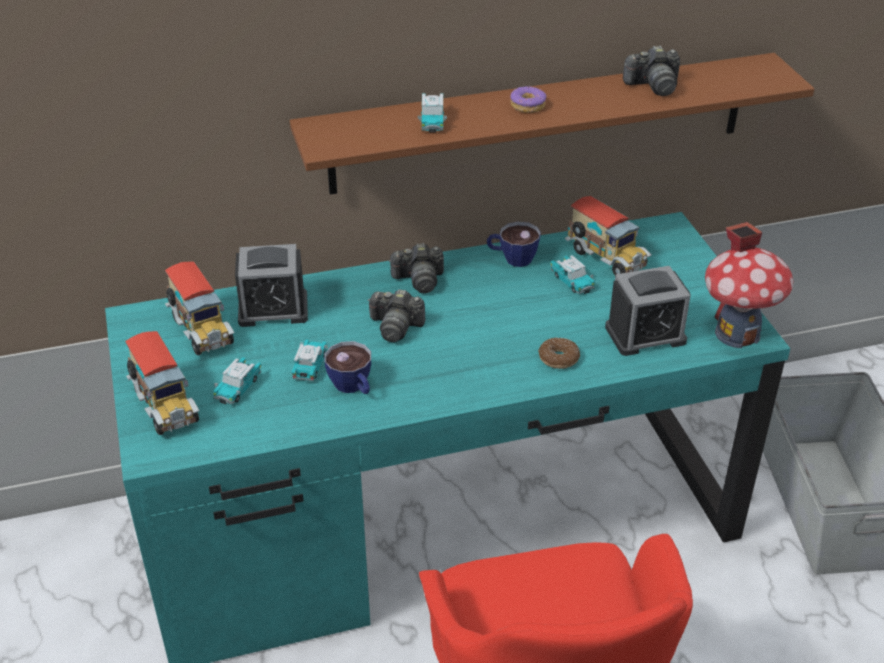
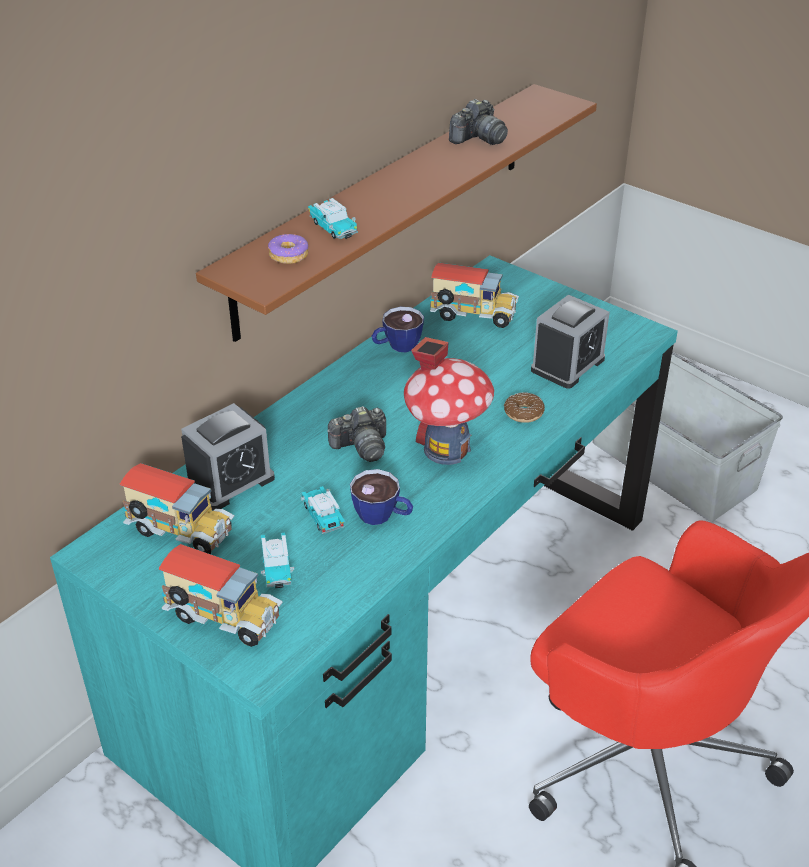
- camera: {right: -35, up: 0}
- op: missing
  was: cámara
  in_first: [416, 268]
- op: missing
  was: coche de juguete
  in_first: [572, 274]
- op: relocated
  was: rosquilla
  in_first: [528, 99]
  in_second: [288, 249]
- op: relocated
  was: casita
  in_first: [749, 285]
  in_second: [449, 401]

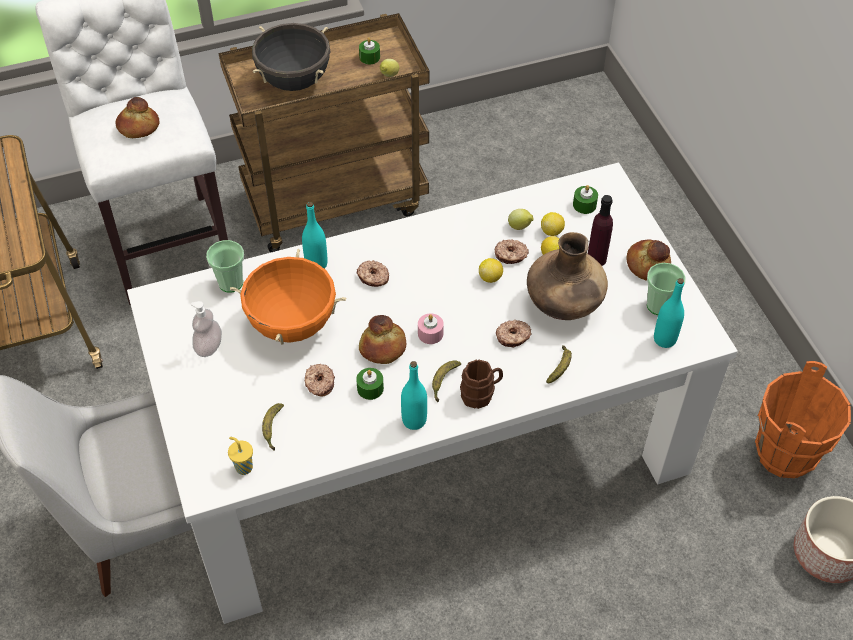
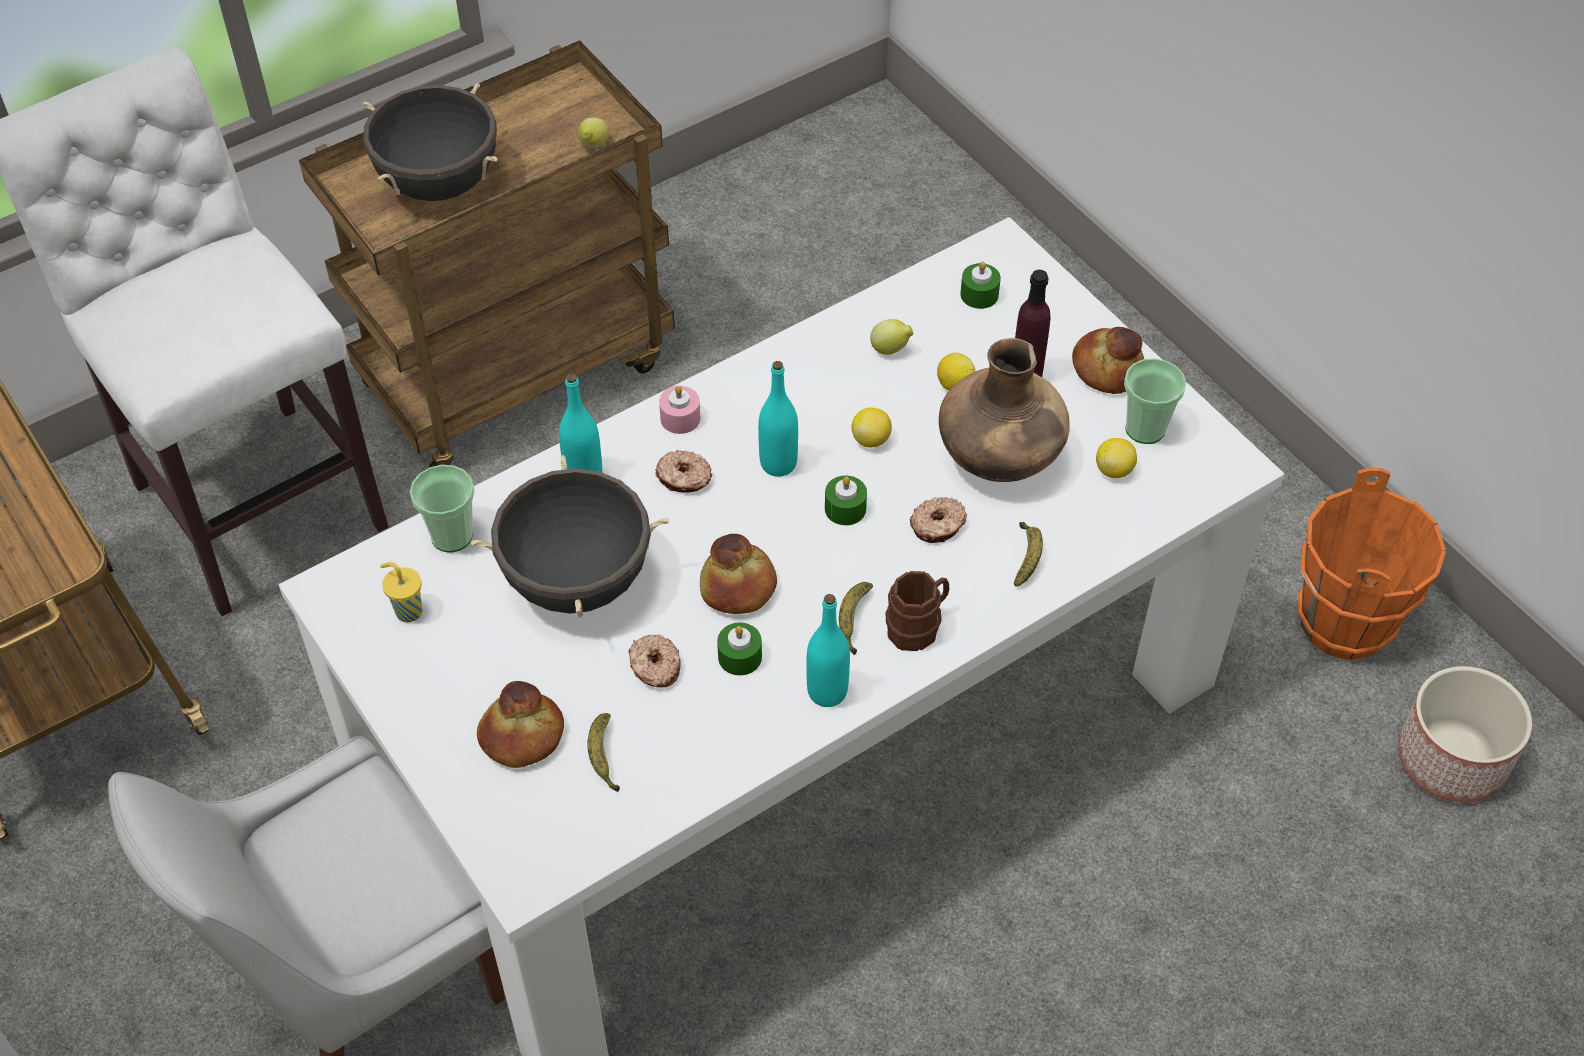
- camera: {right: -15, up: 0}
- op: missing
  was: dispensador de jabón
  in_first: [206, 329]
- op: missing
  was: rosquilla
  in_first: [512, 251]
- op: relocated
  was: pan
  in_first: [137, 117]
  in_second: [520, 724]
- op: relocated
  was: taza [amarillo]
  in_first: [240, 456]
  in_second: [401, 592]
- op: relocated
  was: vela [verde]
  in_first: [369, 51]
  in_second: [846, 500]
- op: relocated
  was: vela [rosa]
  in_first: [431, 328]
  in_second: [680, 410]
- op: relocated
  was: limón
  in_first: [553, 224]
  in_second: [1116, 458]
- op: relocated
  was: botella [turquesa]
  in_first: [669, 313]
  in_second: [778, 419]
- op: colour
  was: olla [naranja]
  now: olla [negro]
  in_first: [288, 297]
  in_second: [570, 536]

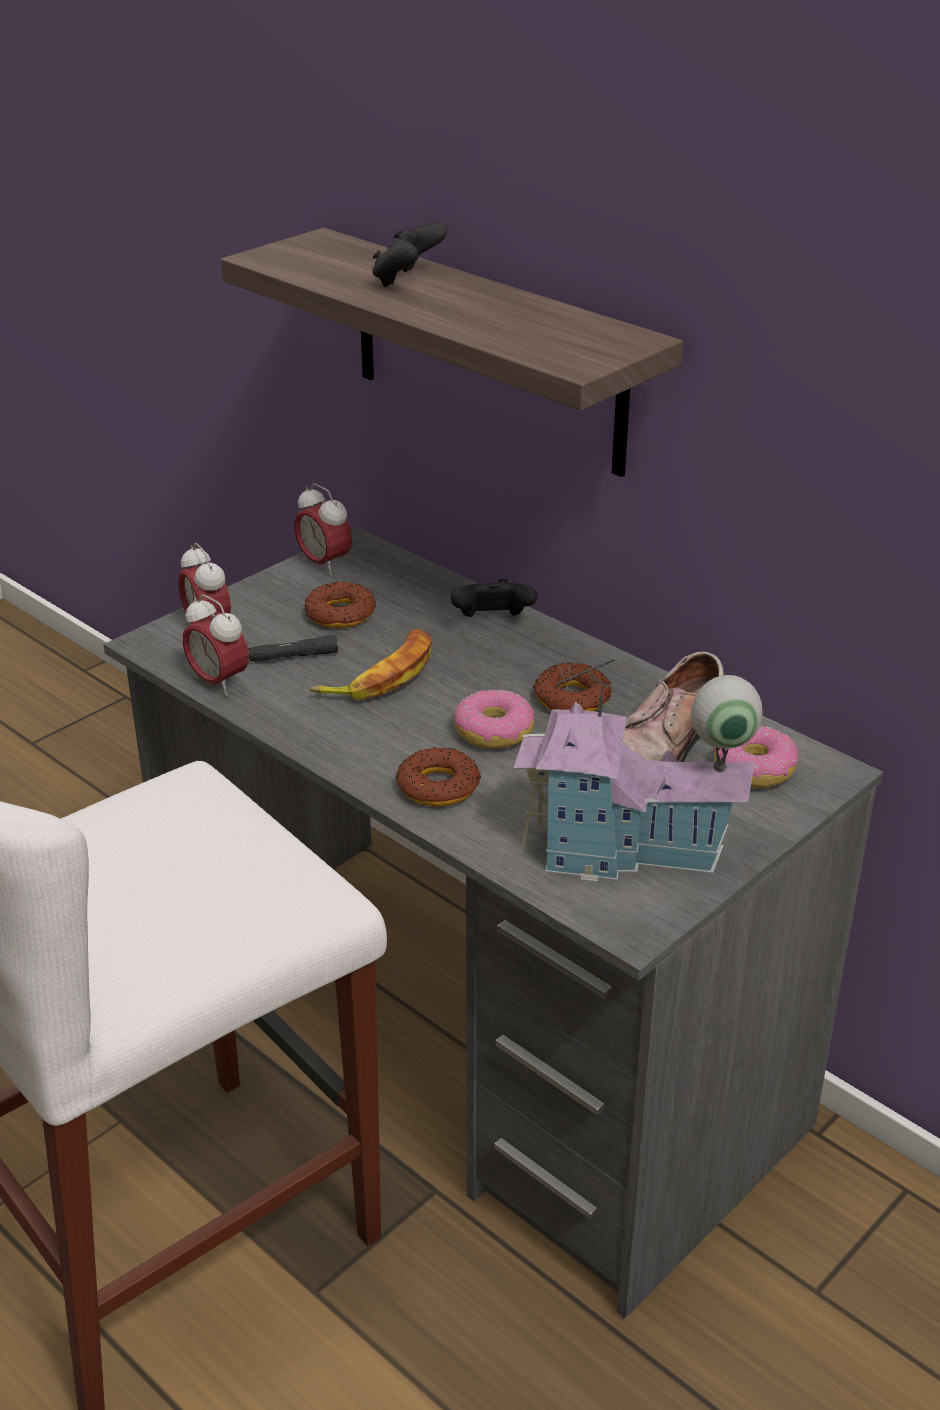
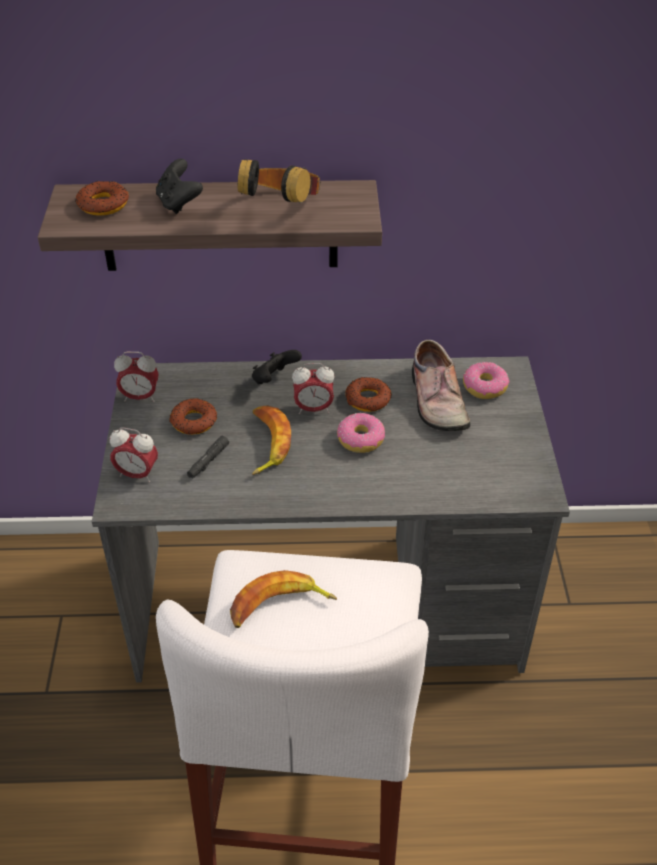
- camera: {right: -45, up: 10}
- op: missing
  was: casita
  in_first: [638, 769]
- op: appeared
  now: plátano
  in_second: [283, 599]
- op: appeared
  now: auriculares
  in_second: [279, 181]
- op: relocated
  was: despertador
  in_first: [216, 645]
  in_second: [313, 388]
- op: relocated
  was: rosquilla
  in_first: [438, 777]
  in_second: [102, 198]

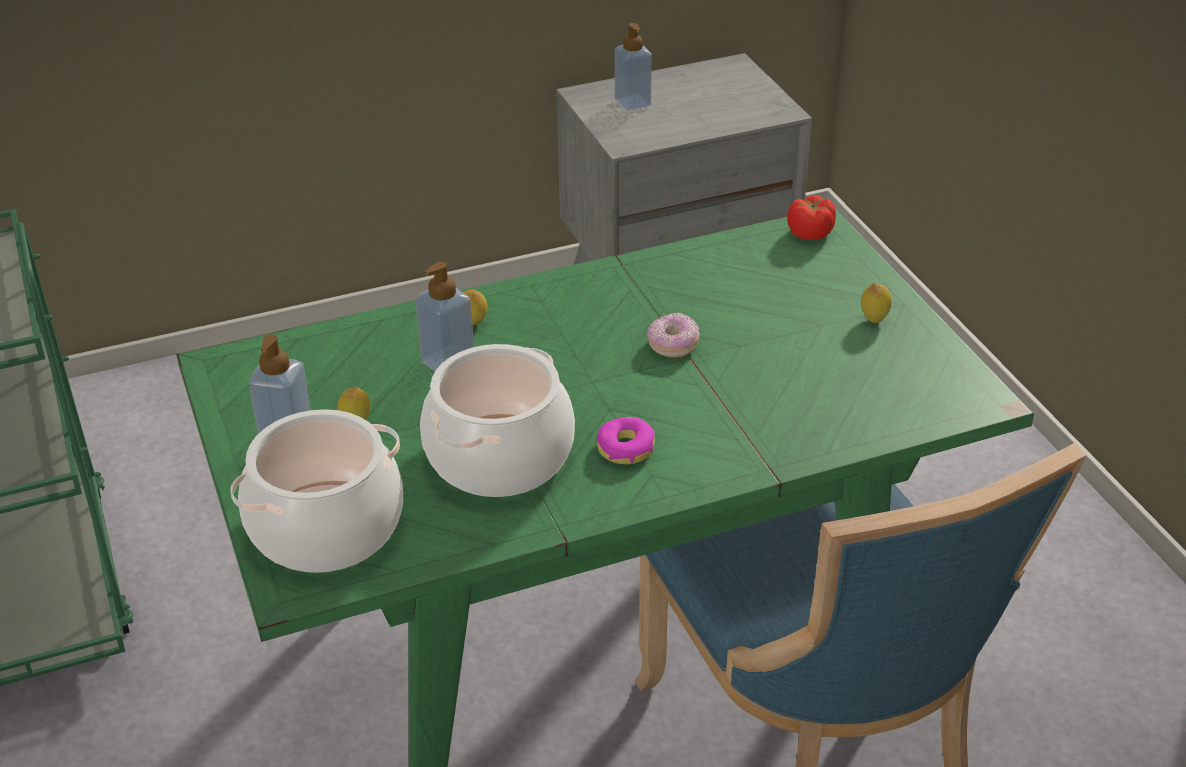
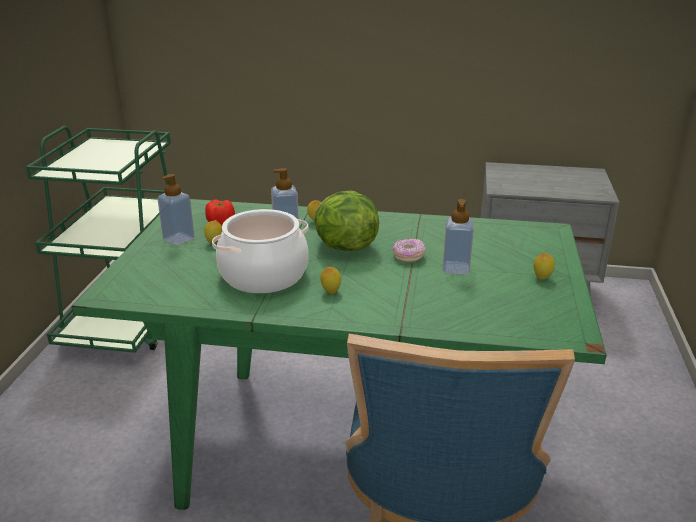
- camera: {right: 30, up: -10}
- op: missing
  was: olla
  in_first: [316, 491]
- op: appeared
  now: lechuga
  in_second: [346, 221]
- op: relocated
  was: dispensador de jabón
  in_first: [633, 67]
  in_second: [458, 237]
- op: relocated
  was: tomate
  in_first: [811, 217]
  in_second: [220, 213]
- op: exchanged
  was: rosquilla
  now: limón
  in_first: [625, 440]
  in_second: [330, 280]

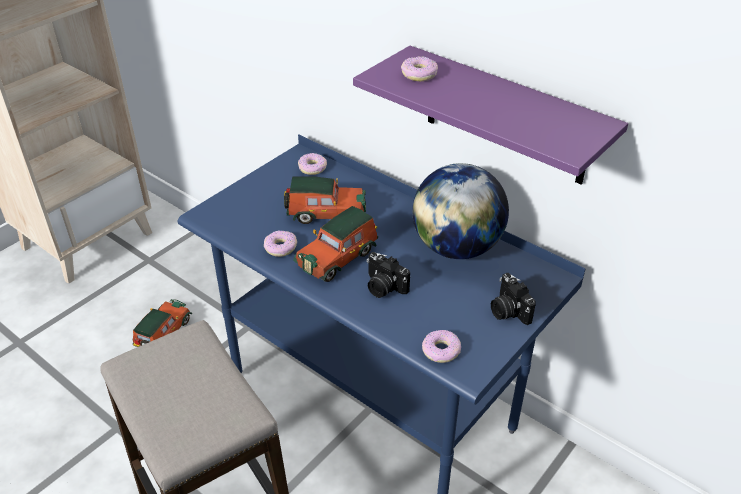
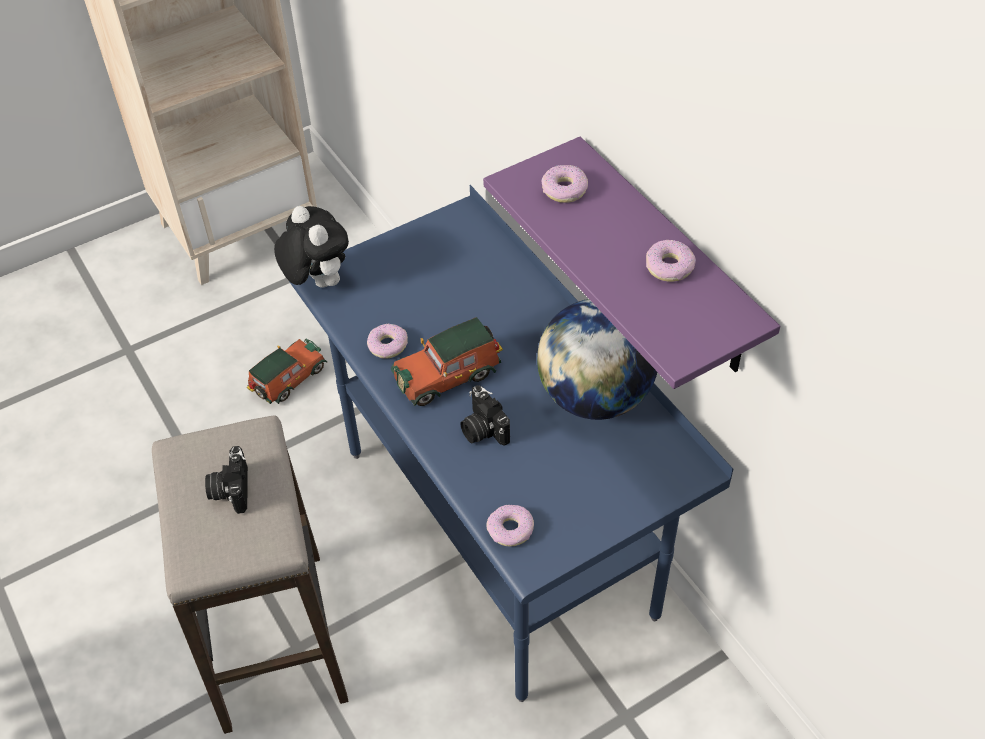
- camera: {right: 20, up: 10}
- op: missing
  was: coche de juguete
  in_first: [325, 200]
- op: appeared
  now: peluche
  in_second: [311, 246]
- op: relocated
  was: rosquilla
  in_first: [312, 164]
  in_second: [671, 261]
- op: relocated
  was: cámara
  in_first: [513, 299]
  in_second: [226, 480]

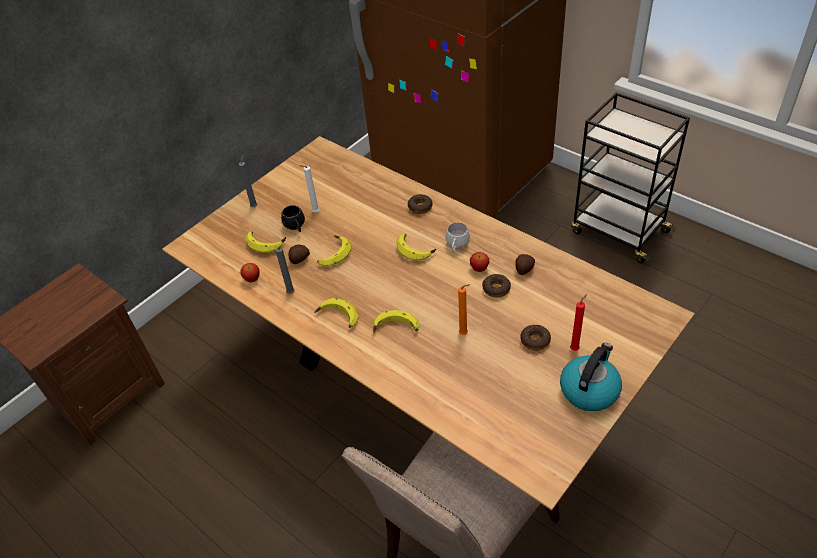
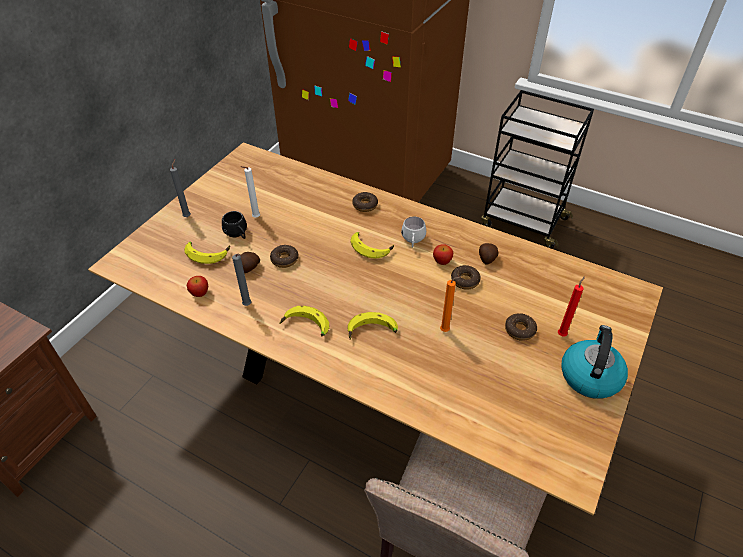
- camera: {right: -15, up: 0}
- op: exchanged
  was: plátano
  now: rosquilla
  in_first: [334, 250]
  in_second: [284, 256]

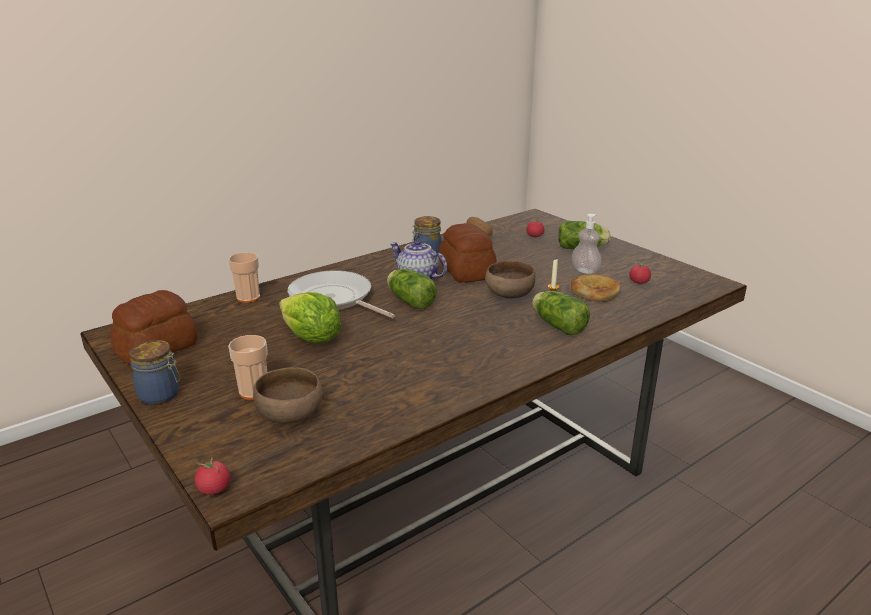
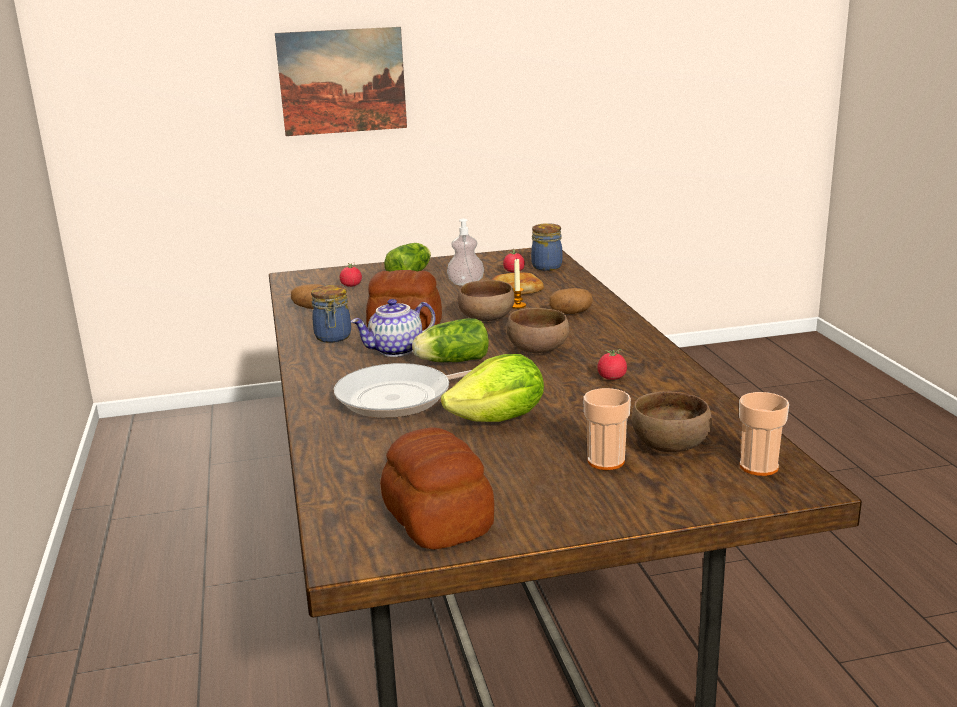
- camera: {right: -65, up: -5}
- op: appeared
  now: cuadro
  in_second: [341, 81]
- op: appeared
  now: cuenco [marrón]
  in_second: [537, 330]
- op: relocated
  was: tarro
  in_first: [155, 372]
  in_second: [546, 247]
- op: relocated
  was: tomate
  in_first: [212, 476]
  in_second: [612, 364]
- op: relocated
  was: taza
  in_first: [244, 277]
  in_second: [764, 434]
- op: exchanged
  was: lechuga
  now: patata
  in_first: [561, 313]
  in_second: [571, 301]

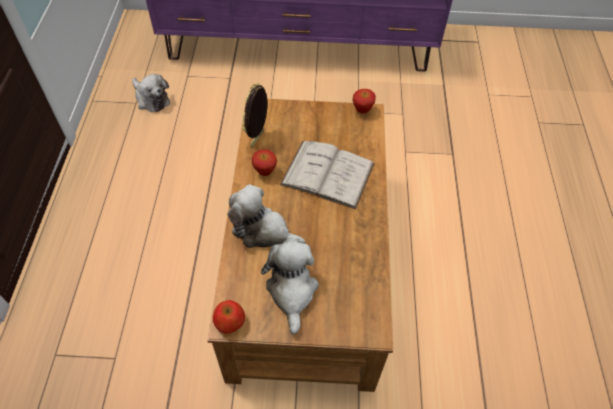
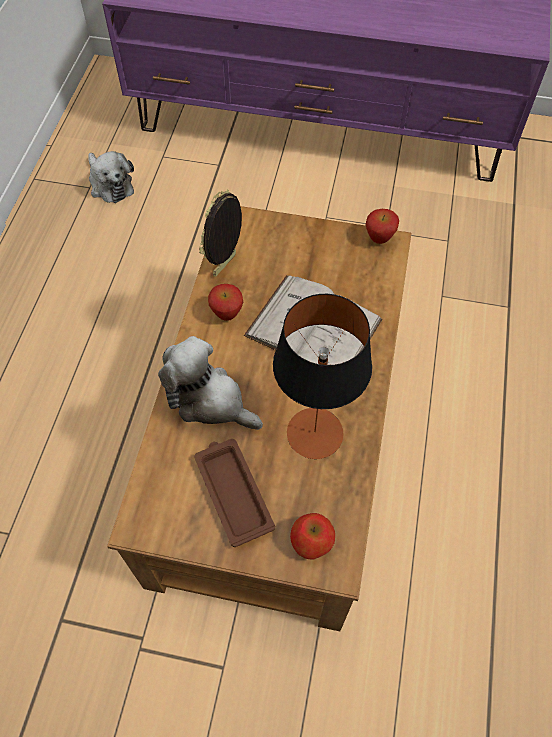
- camera: {right: 10, up: 5}
- op: appeared
  now: lámpara de mesa
  in_second: [322, 376]
- op: relocated
  was: manzana
  in_first: [229, 317]
  in_second: [312, 536]
- op: exchanged
  was: peluche
  now: bandeja [marrón]
  in_first: [290, 286]
  in_second: [234, 493]

